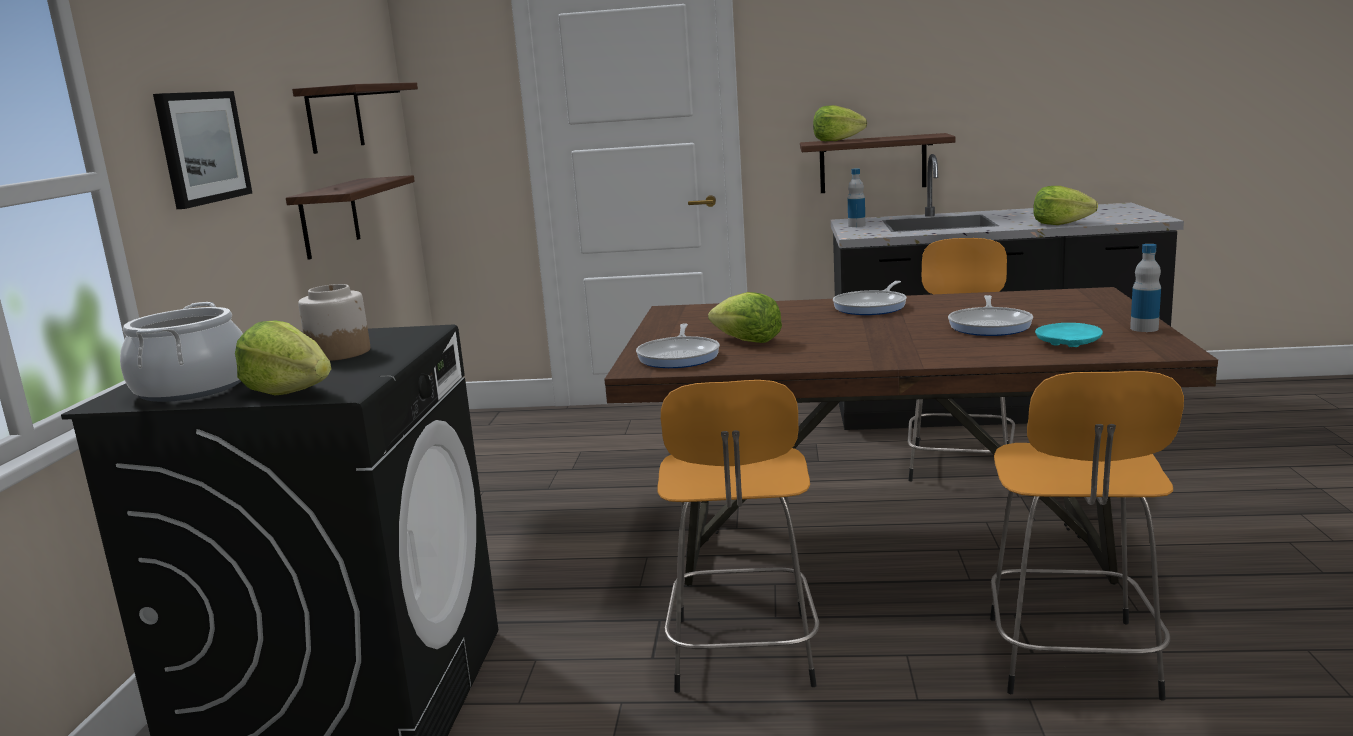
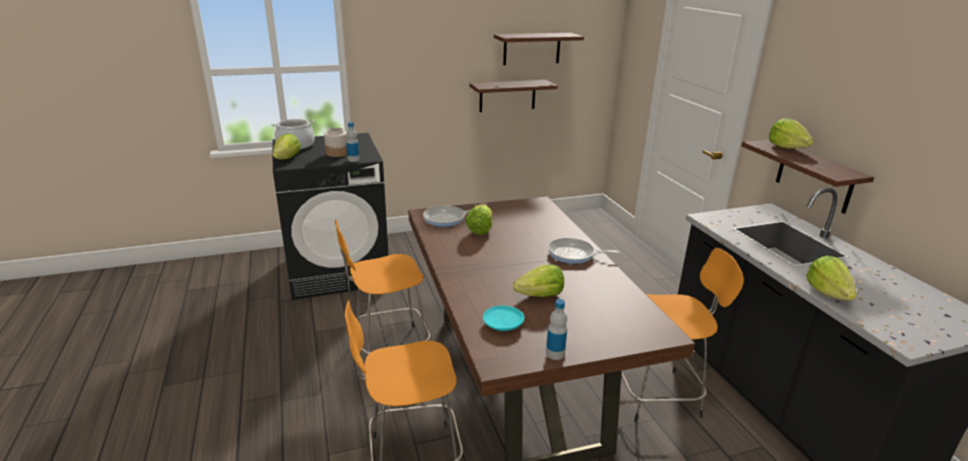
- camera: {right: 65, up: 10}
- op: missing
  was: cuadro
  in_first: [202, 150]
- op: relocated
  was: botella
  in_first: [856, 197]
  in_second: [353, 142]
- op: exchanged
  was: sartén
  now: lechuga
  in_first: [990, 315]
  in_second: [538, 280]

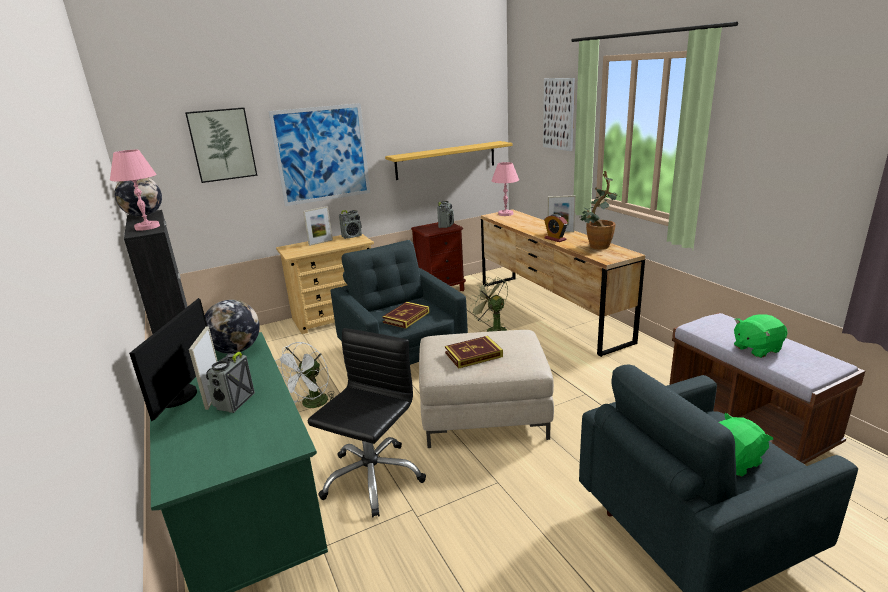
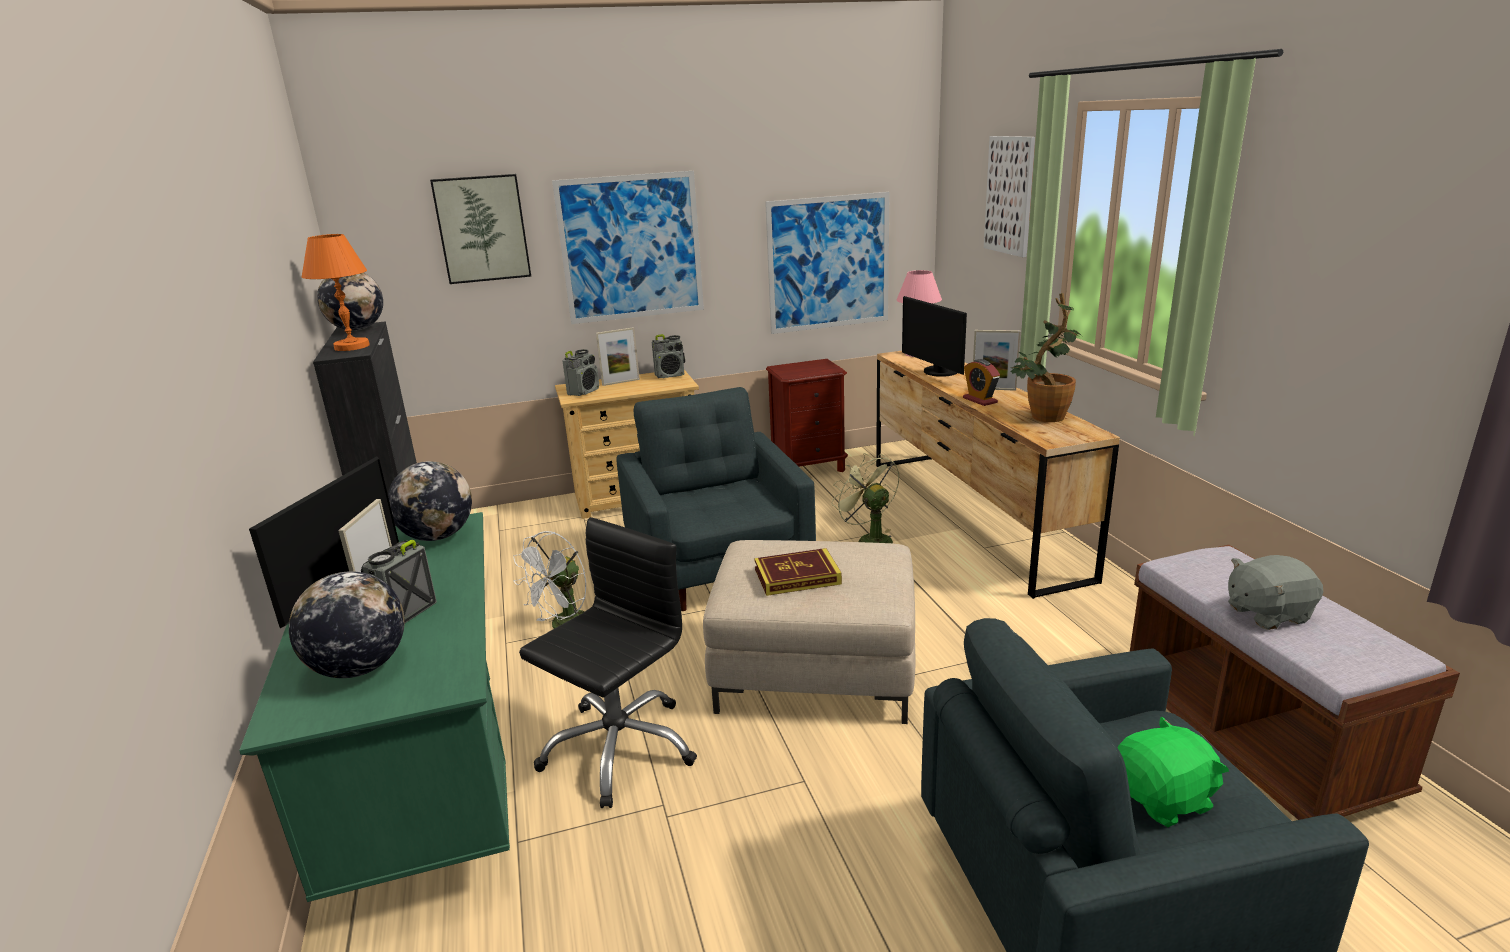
- camera: {right: 10, up: 0}
- op: missing
  was: libro
  in_first: [406, 315]
- op: appeared
  now: globo terráqueo
  in_second: [347, 624]
- op: appeared
  now: monitor
  in_second: [934, 336]
- op: relocated
  was: radio
  in_first: [445, 214]
  in_second: [580, 372]
- op: exchanged
  was: estante
  now: cuadro
  in_first: [449, 160]
  in_second: [827, 263]
- op: colour
  was: lámpara de mesa [rosa]
  now: lámpara de mesa [naranja]
  in_first: [135, 190]
  in_second: [336, 292]
- op: colour
  was: peluche [verde]
  now: peluche [gris]
  in_first: [761, 336]
  in_second: [1275, 592]

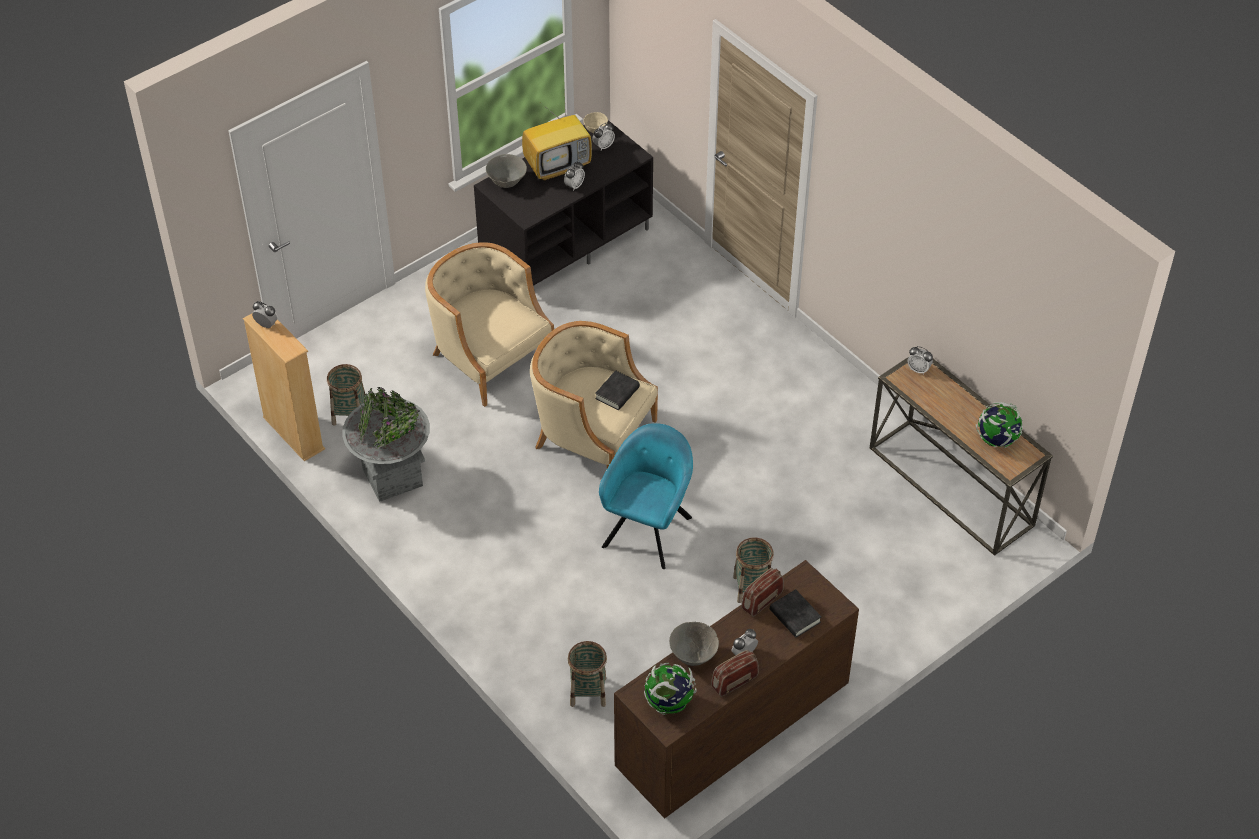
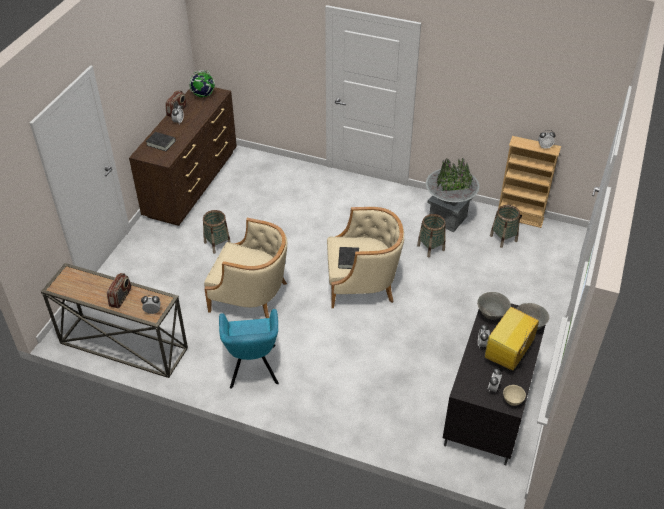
- camera: {right: 150, up: -5}
- op: missing
  was: globo terráqueo
  in_first: [999, 425]
- op: relocated
  was: sillón [beis]
  in_first: [489, 324]
  in_second: [245, 268]
- op: relocated
  was: cesta
  in_first: [587, 674]
  in_second: [431, 236]
- op: relocated
  was: sillón [turquesa]
  in_first: [646, 496]
  in_second: [249, 349]
- op: relocated
  was: cuenco [gris]
  in_first: [694, 644]
  in_second: [494, 306]
- op: relocated
  was: radio
  in_first: [762, 592]
  in_second: [119, 290]

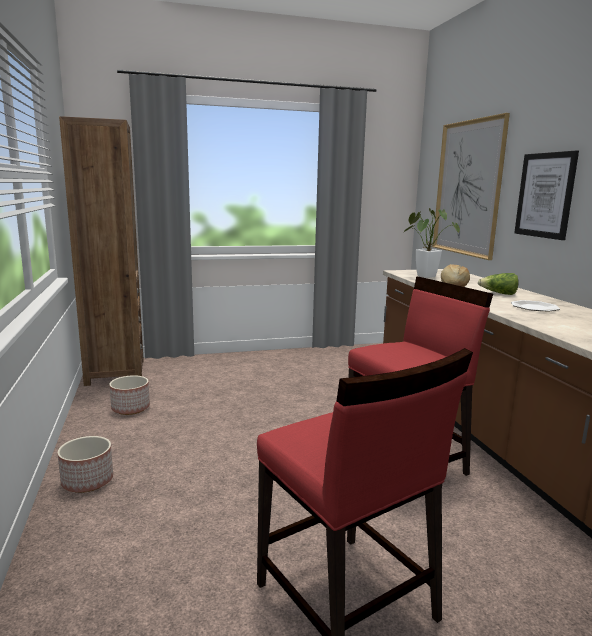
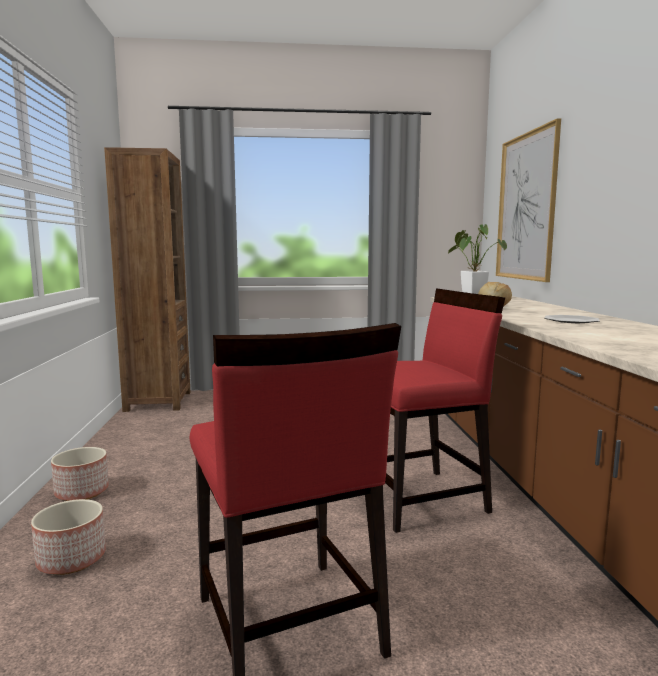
- camera: {right: 10, up: -5}
- op: missing
  was: lechuga
  in_first: [498, 284]
- op: missing
  was: cuadro
  in_first: [546, 195]
- op: relocated
  was: maceta
  in_first: [129, 395]
  in_second: [68, 537]

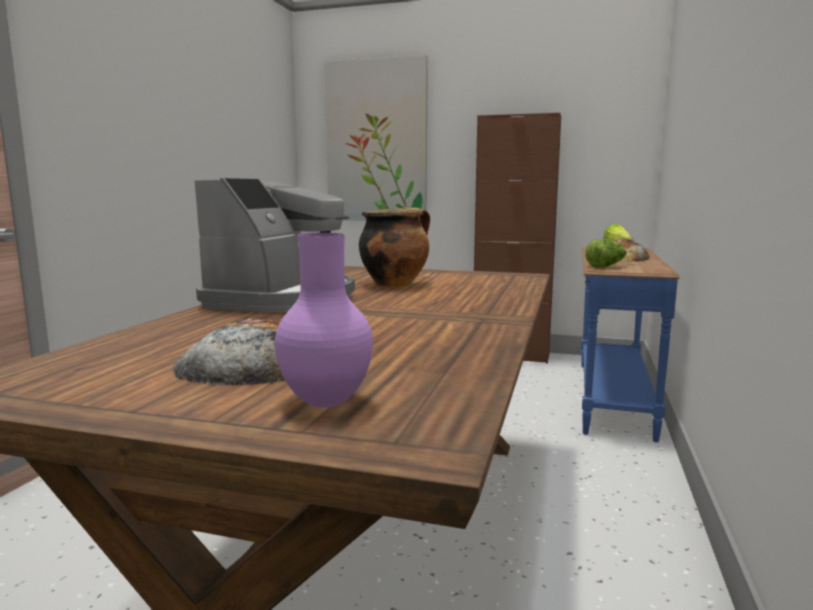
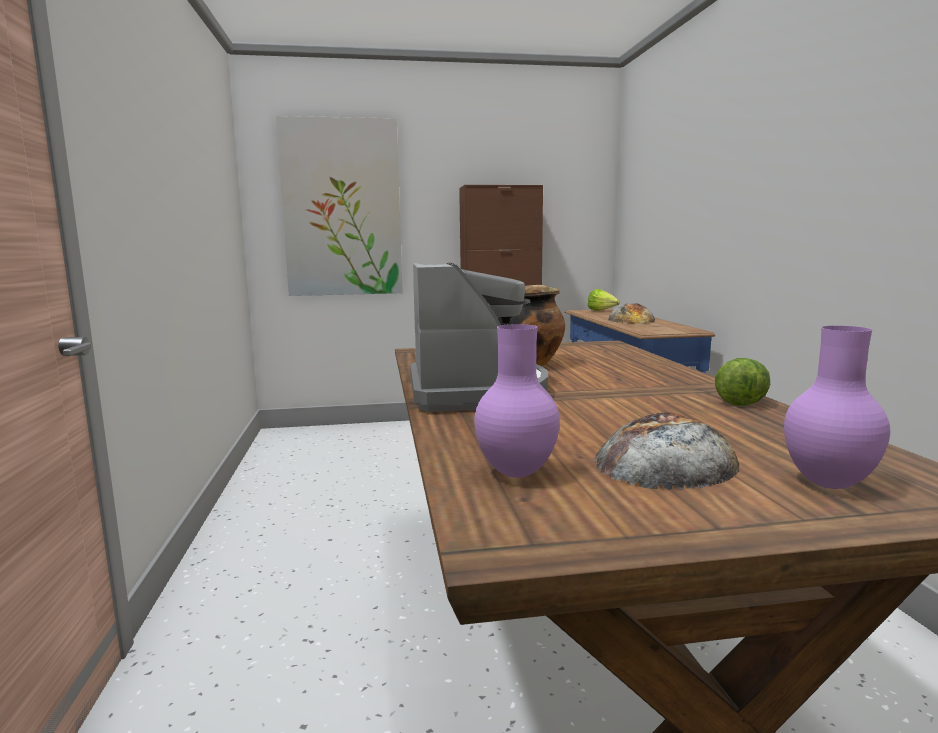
- camera: {right: -25, up: 0}
- op: appeared
  now: florero [morado]
  in_second: [517, 401]
- op: relocated
  was: lechuga
  in_first: [606, 253]
  in_second: [742, 382]

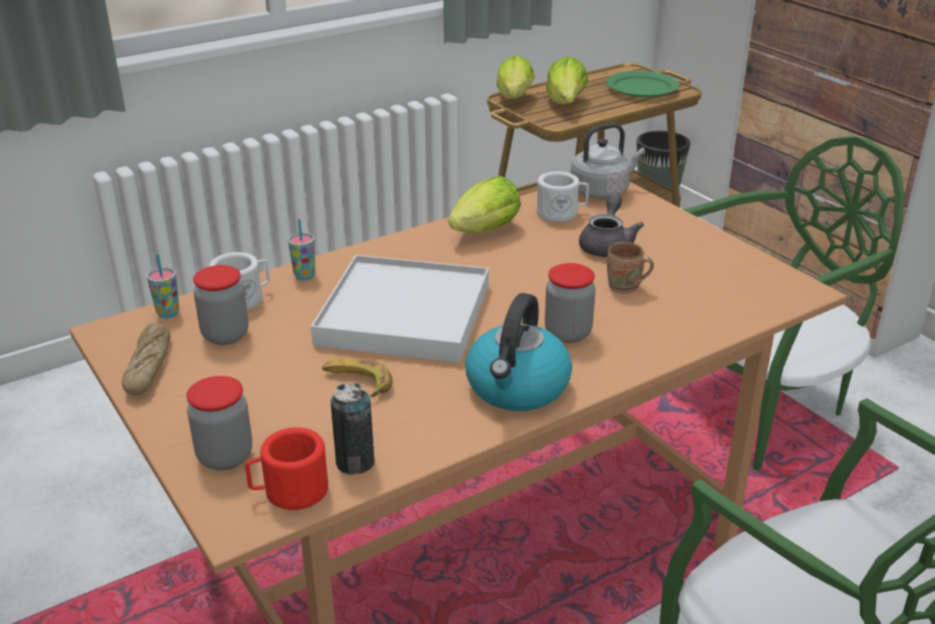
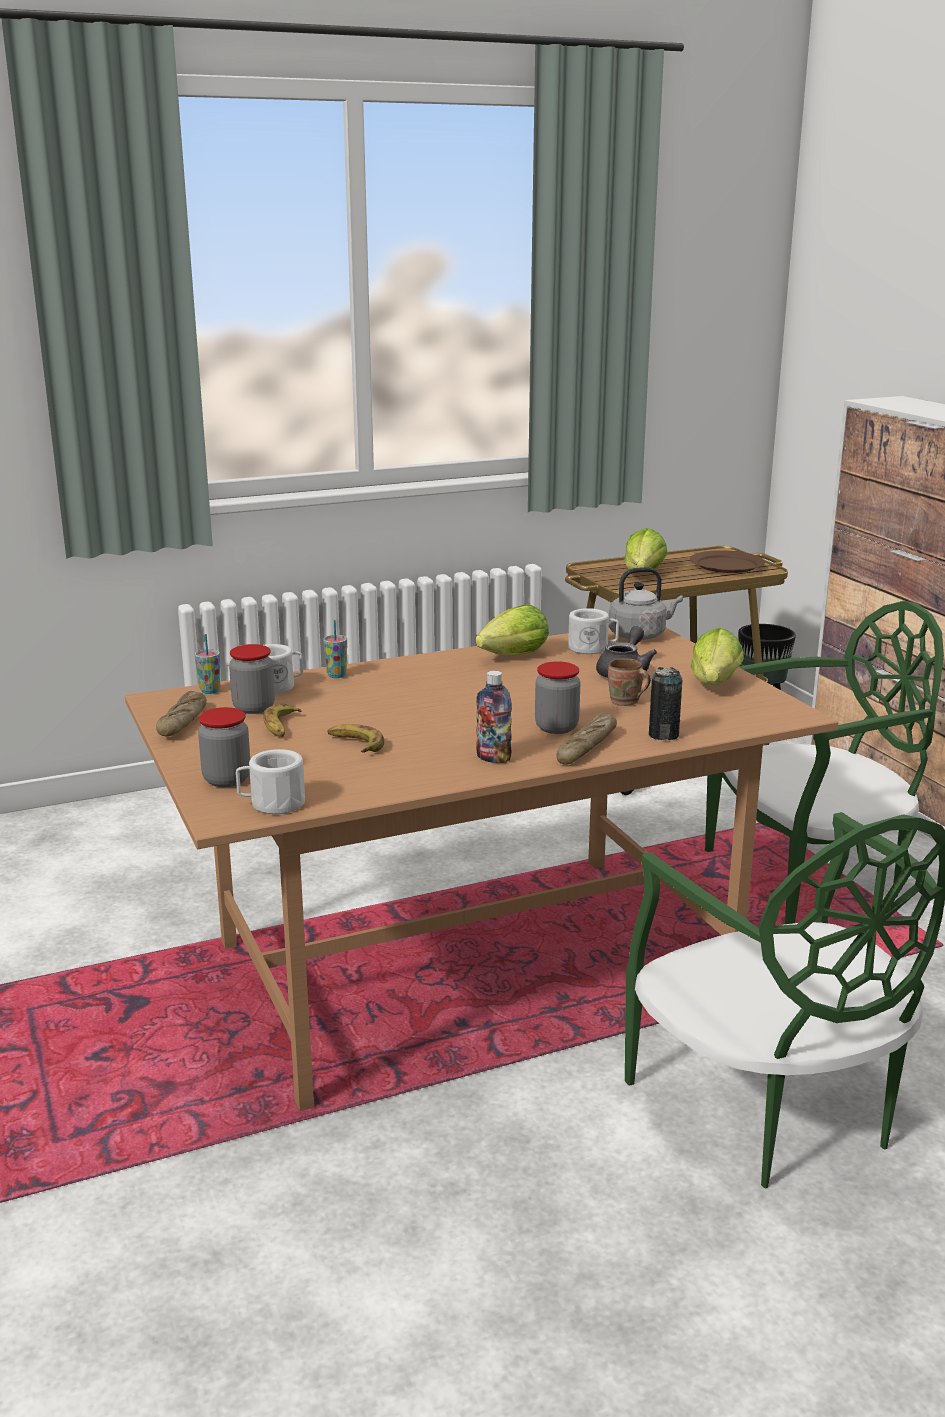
- camera: {right: 10, up: -10}
- op: missing
  was: bandeja [blanco]
  in_first: [400, 309]
- op: appeared
  now: plátano
  in_second: [282, 720]
- op: appeared
  now: pan
  in_second: [587, 739]
- op: relocated
  was: lata
  in_first: [353, 429]
  in_second: [665, 703]
- op: relocated
  was: lechuga
  in_first: [515, 77]
  in_second: [717, 656]
- op: exchanged
  was: hervidor
  now: botella
  in_first: [518, 352]
  in_second: [494, 717]
- op: colour
  was: taza grande [rojo]
  now: taza grande [blanco]
  in_first: [286, 468]
  in_second: [270, 781]
- op: colour
  was: plato [verde]
  now: plato [marrón]
  in_first: [642, 84]
  in_second: [727, 561]

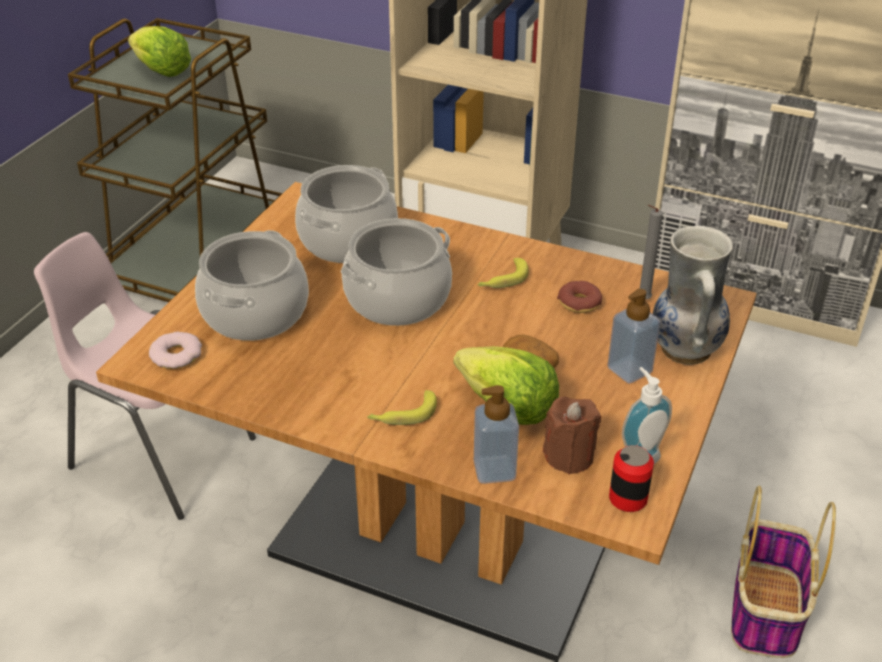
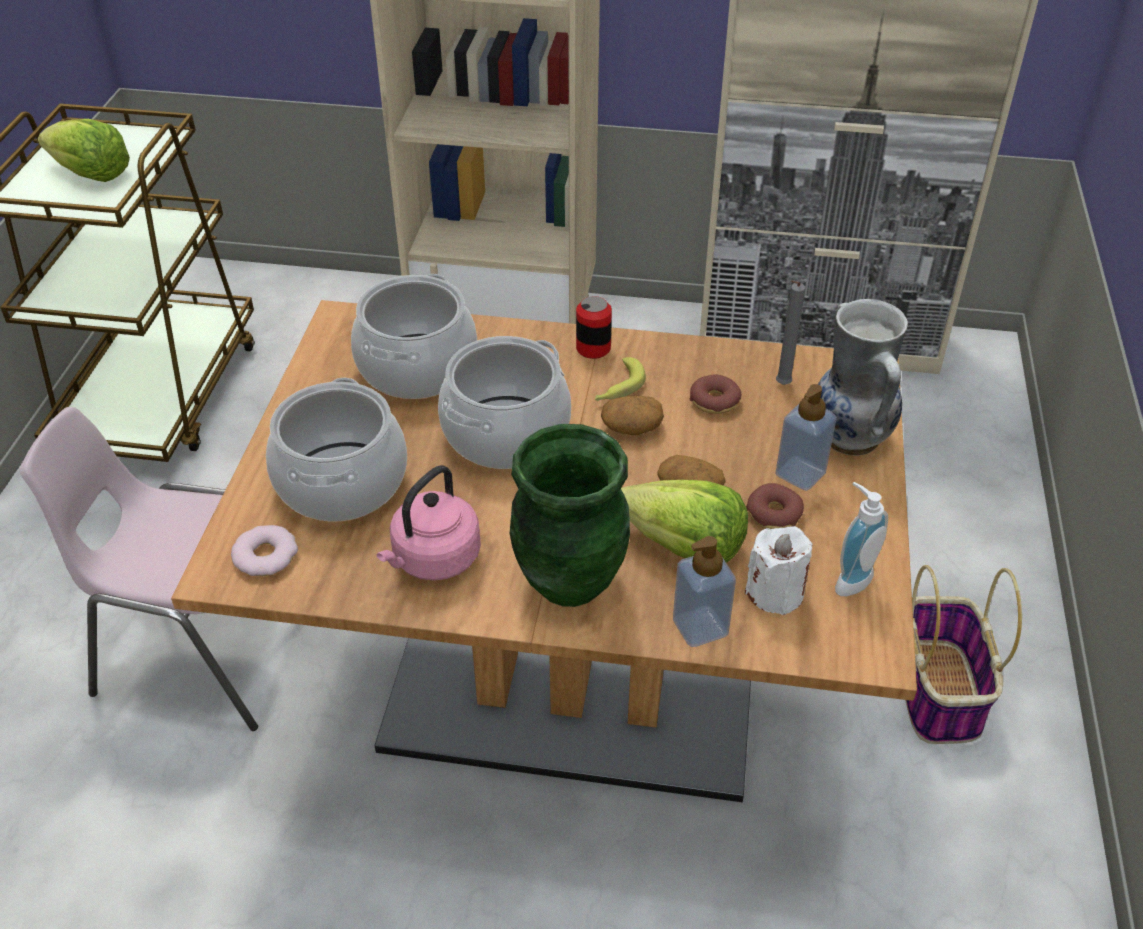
- camera: {right: -15, up: 5}
- op: appeared
  now: hervidor [rosa]
  in_second: [428, 523]
- op: appeared
  now: patata
  in_second: [632, 415]
- op: appeared
  now: rosquilla
  in_second: [775, 506]
- op: relocated
  was: lata
  in_first: [631, 478]
  in_second: [594, 327]
- op: exchanged
  was: plátano
  now: florero [verde]
  in_first: [402, 407]
  in_second: [570, 515]
- op: colour
  was: vela [marrón]
  now: vela [blanco]
  in_first: [572, 435]
  in_second: [779, 570]

